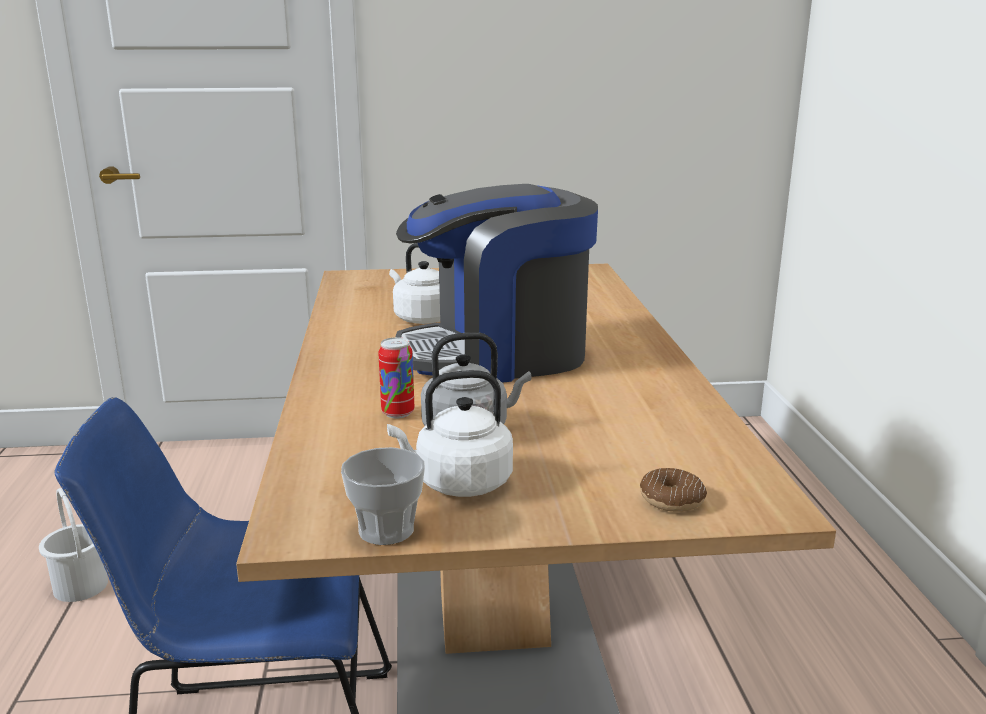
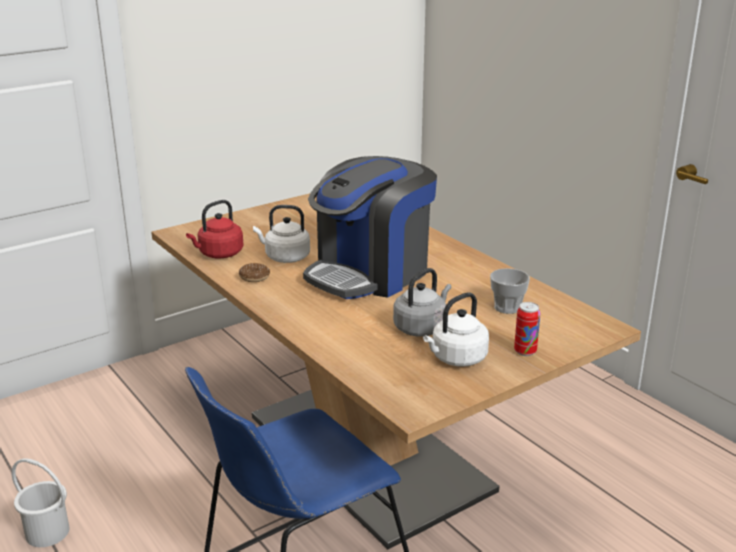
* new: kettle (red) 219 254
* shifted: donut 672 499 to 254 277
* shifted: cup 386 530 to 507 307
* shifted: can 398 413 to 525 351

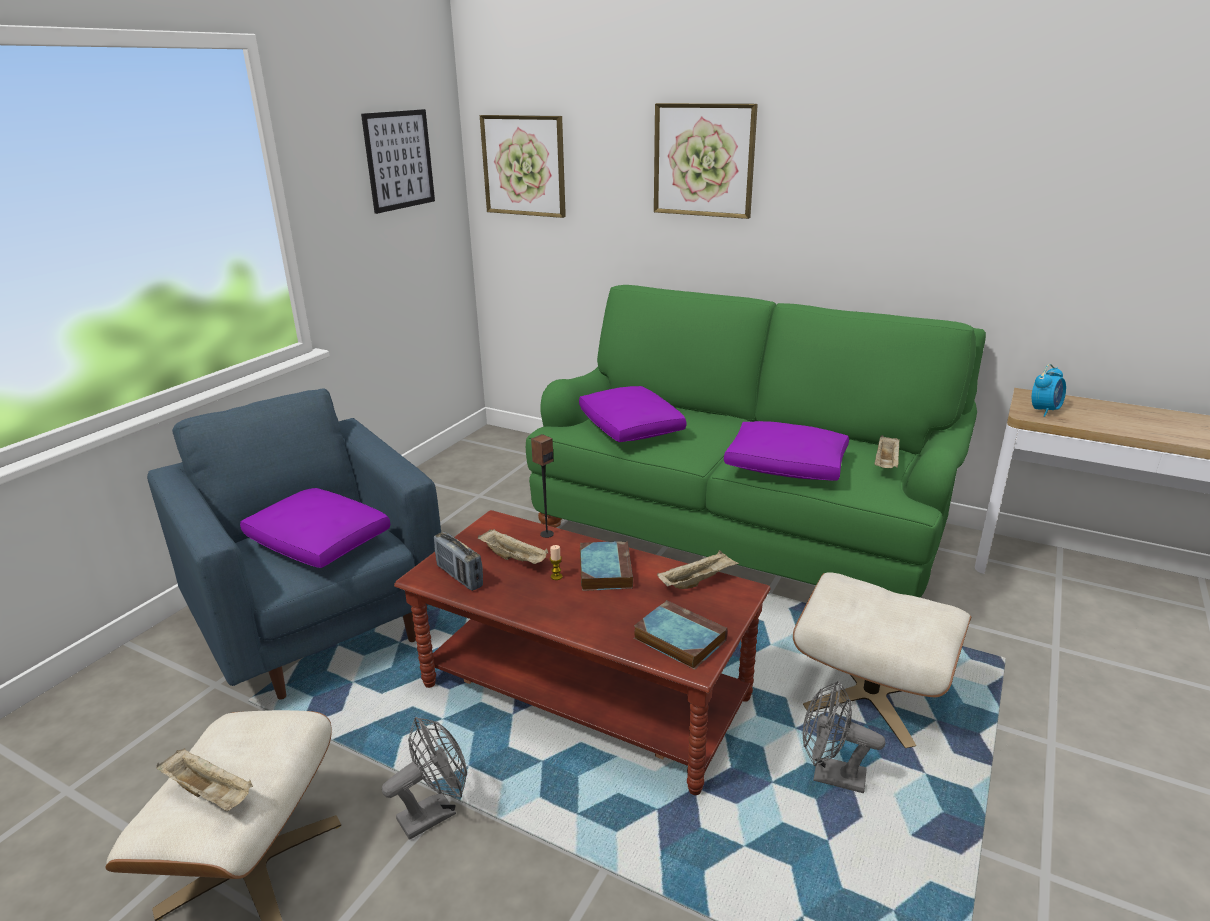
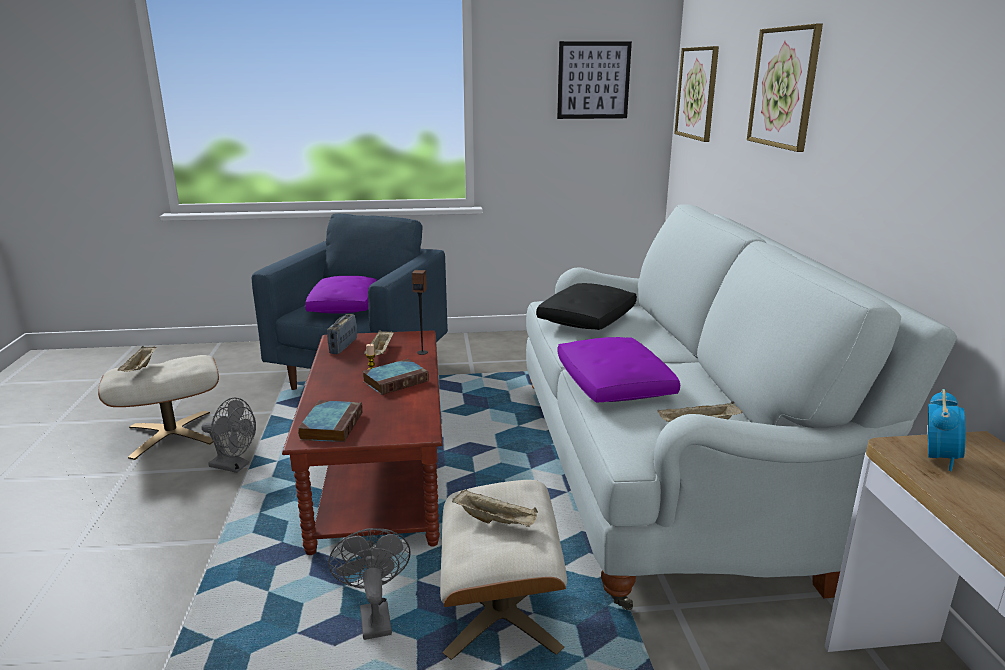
* shifted: tray (beige) 697 581 to 496 521
* repainted: sofa (green) 741 534 to sofa (white) 667 474
* repainted: pillow (purple) 631 428 to pillow (black) 586 320
* rotated: alarm clock 1044 411 = 938 458 75 degrees counterclockwise

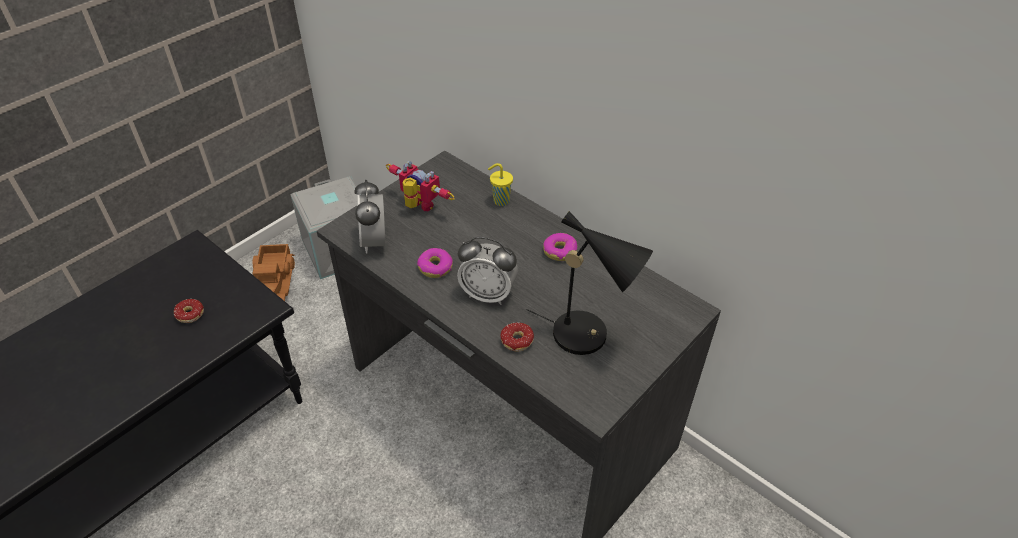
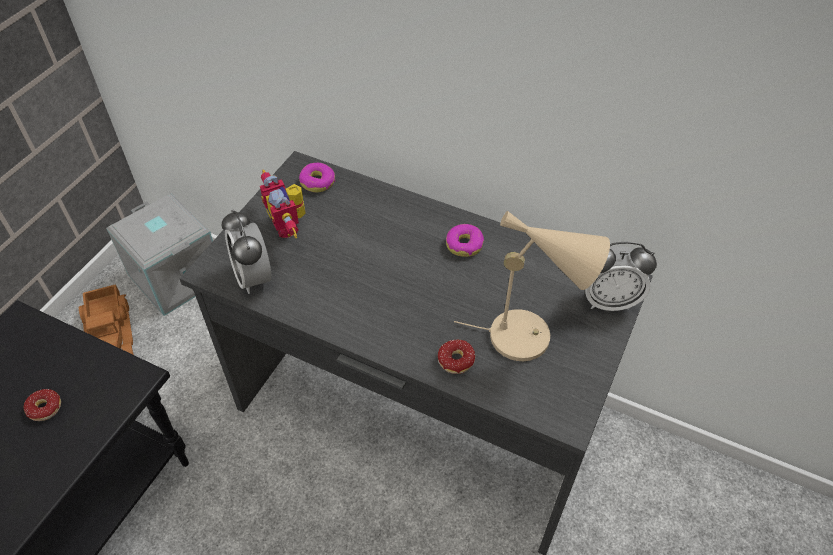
* rotated: toy robot 418 207 = 289 225 135 degrees counterclockwise
* shifted: donut 435 267 to 317 182
* repainted: table lamp (black) 588 336 to table lamp (beige) 530 336
* shifted: alarm clock 488 294 to 608 300
* gone: cup (yellow) 500 201

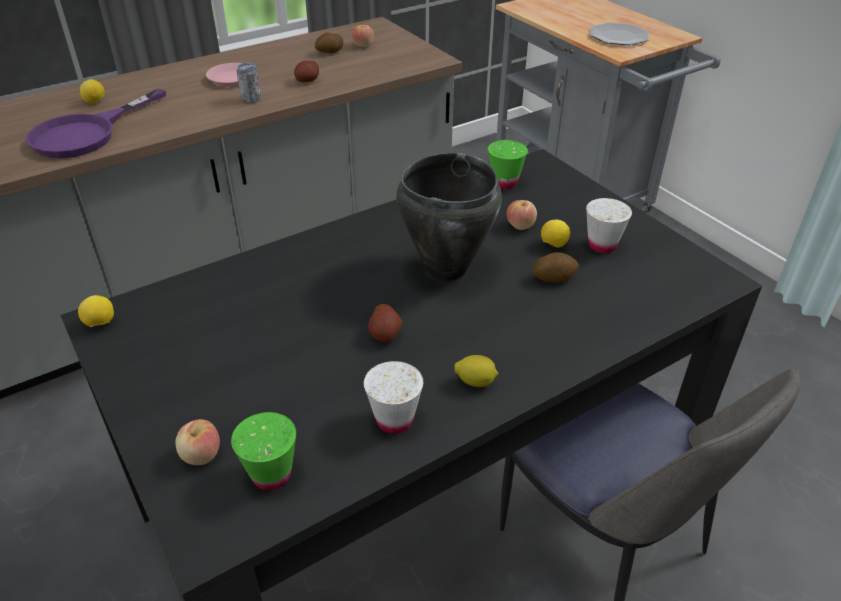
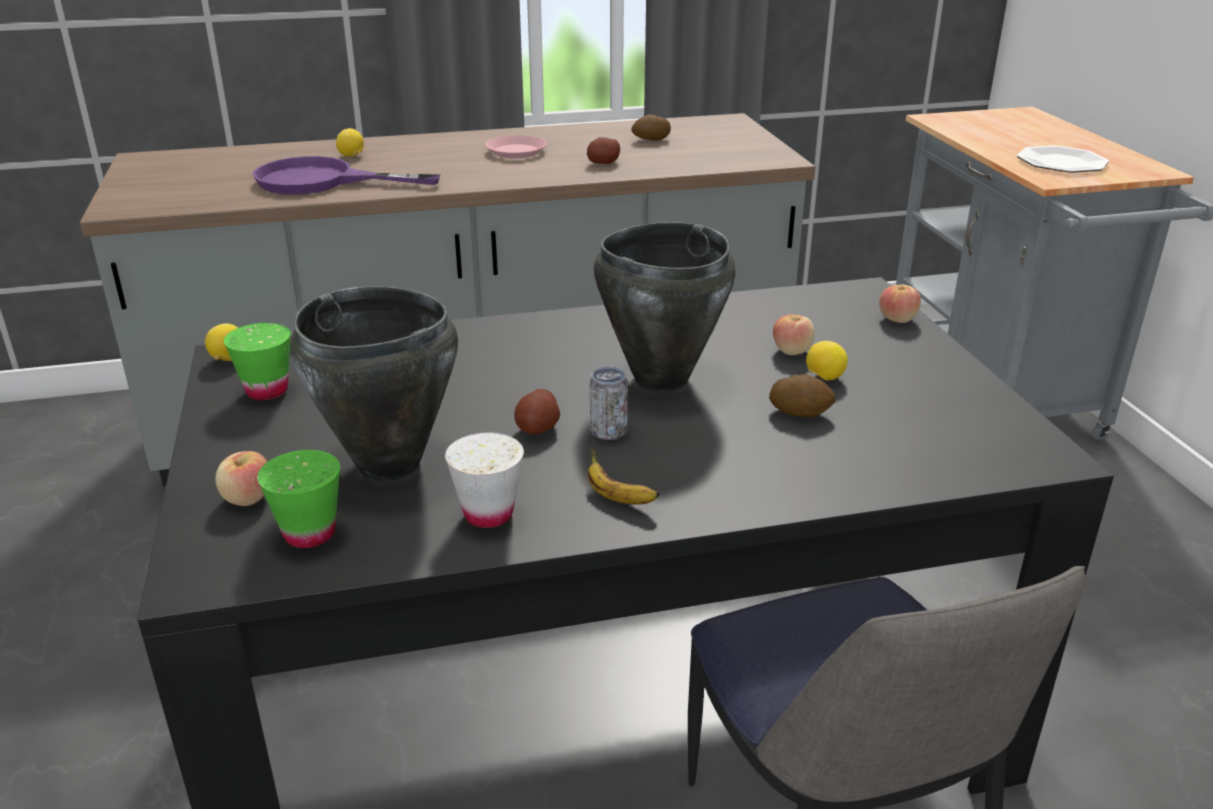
* shifted: cup (green) 504 183 to 267 391
* rotated: frying pan (purple) 86 133 = 322 181 45 degrees clockwise
* new: cooking pot (black) 389 465
* swapped: lemon 475 382 to banana 617 498
* shifted: can 251 99 to 608 431
* shifted: apple 362 45 to 897 319
* gone: cup (white) 602 245

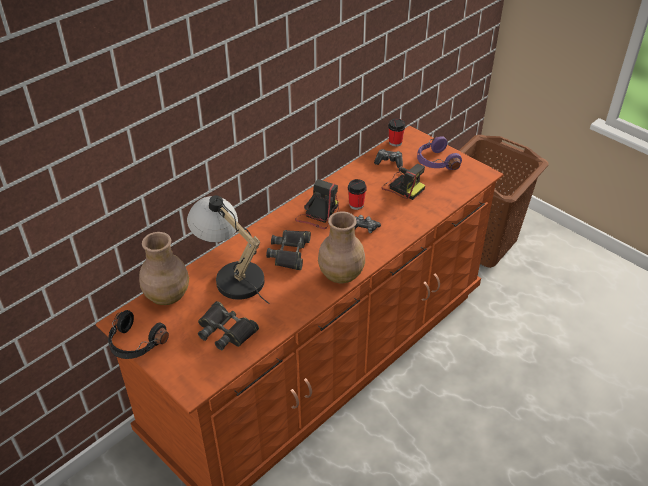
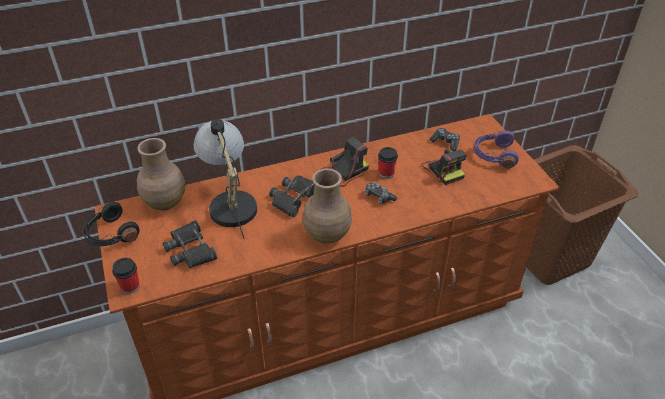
* shifted: cup 395 142 to 130 287

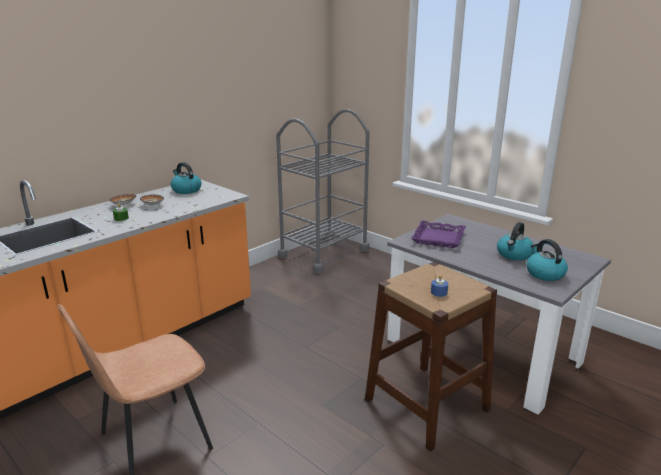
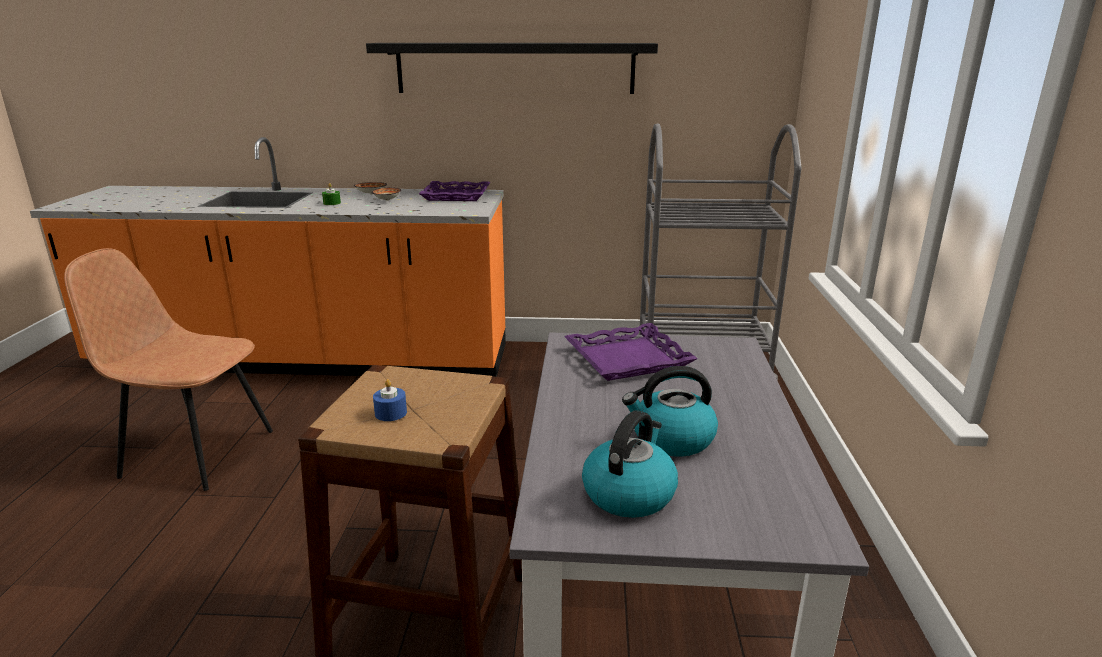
* new: shelf (black) 515 68
* swapped: kettle 186 190 to tray (purple) 455 196

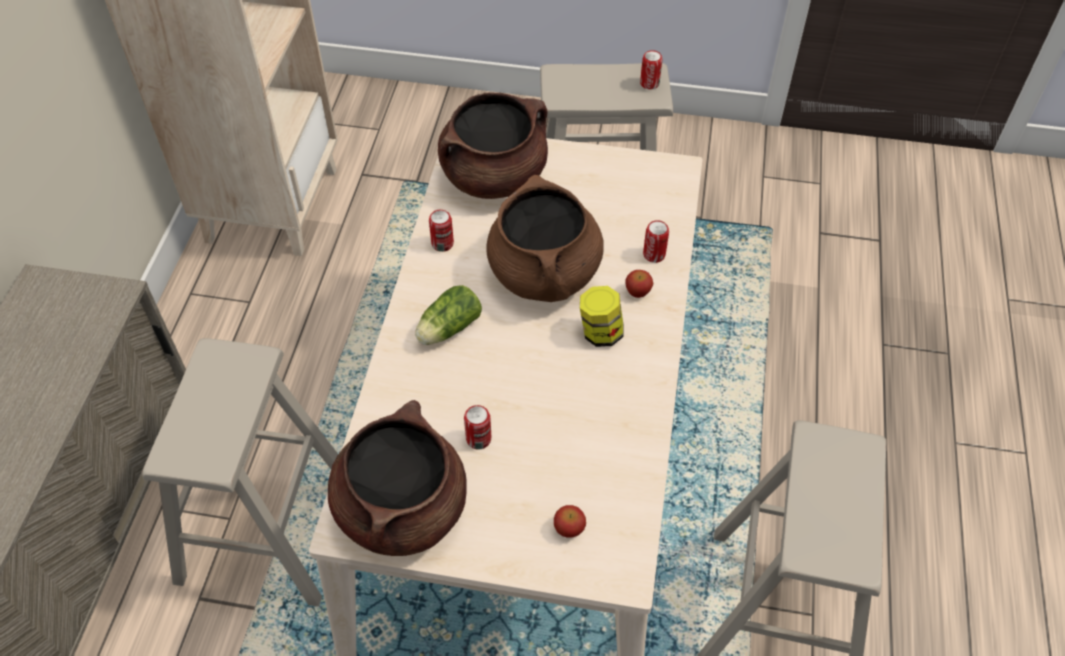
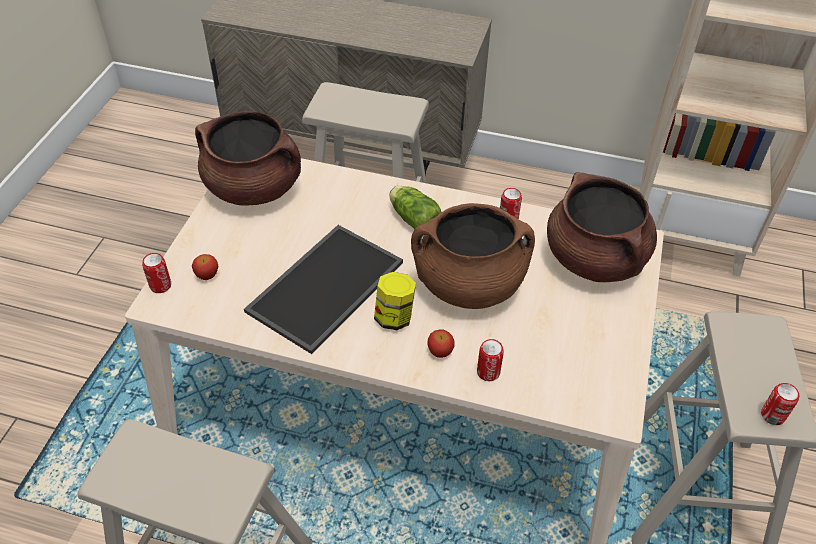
* shifted: can 478 439 to 160 285
* new: tray 325 284

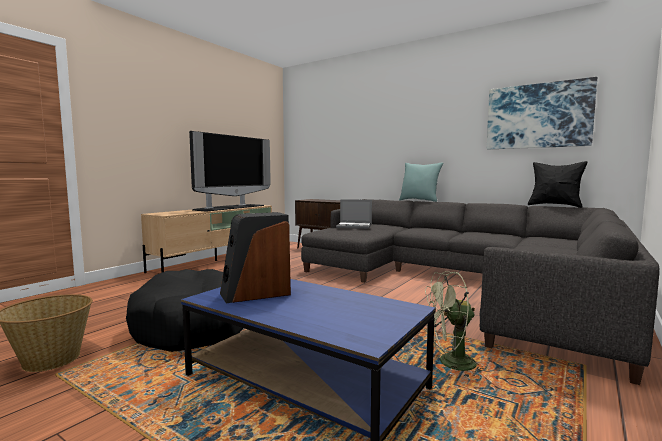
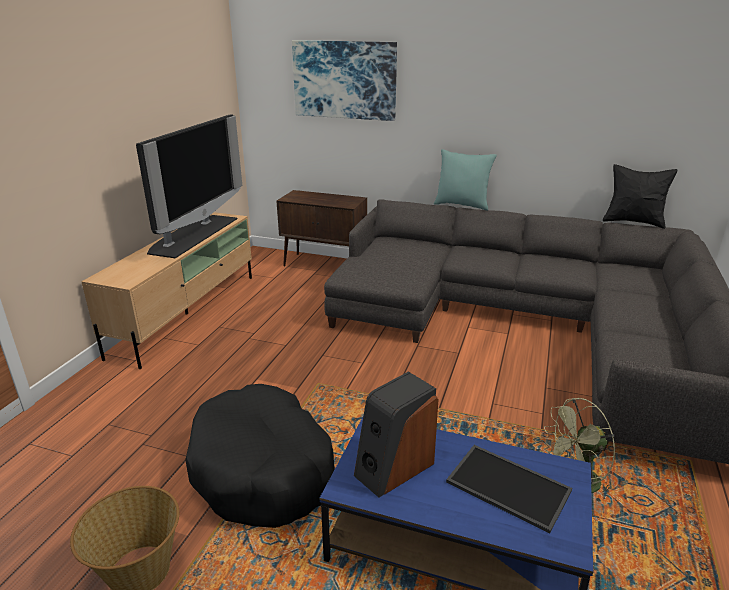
* shifted: picture 538 116 to 344 80
* new: tray 506 487
* gone: laptop 354 226

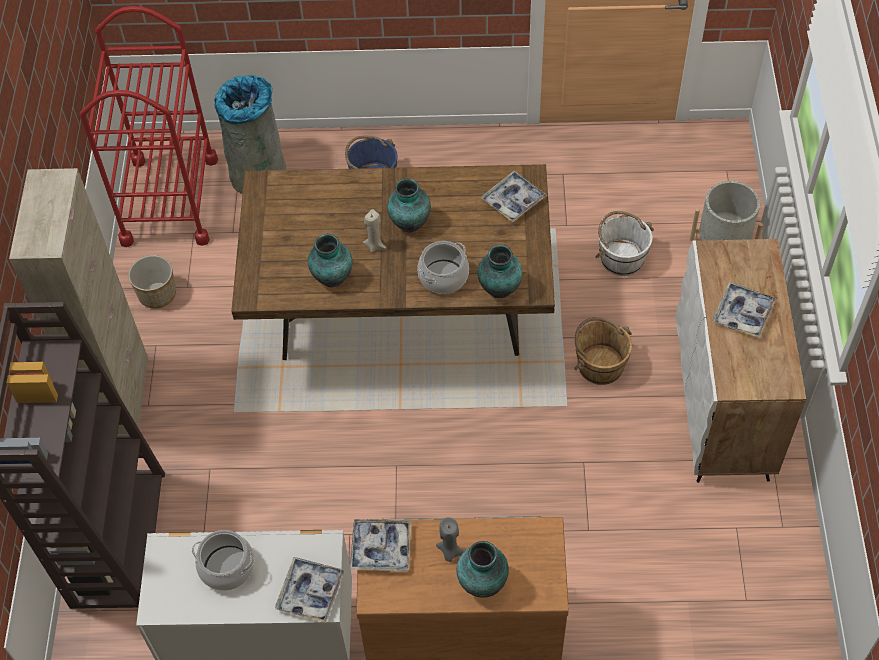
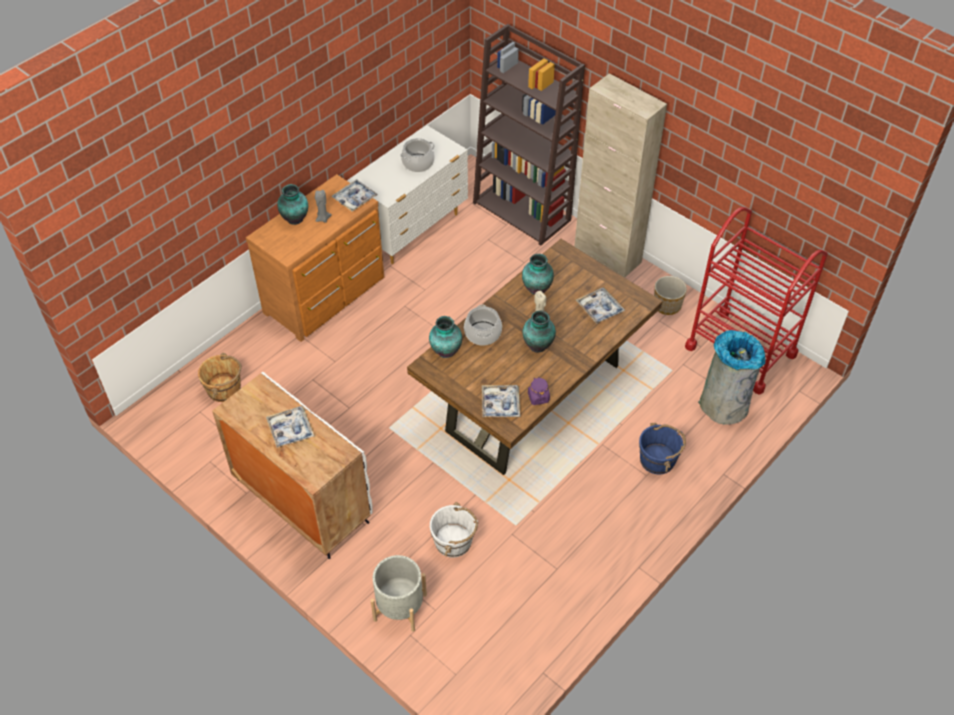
* shifted: bucket (brown) 600 365 to 224 389
* new: jar (purple) 538 397
* shifted: tray 310 592 to 599 308

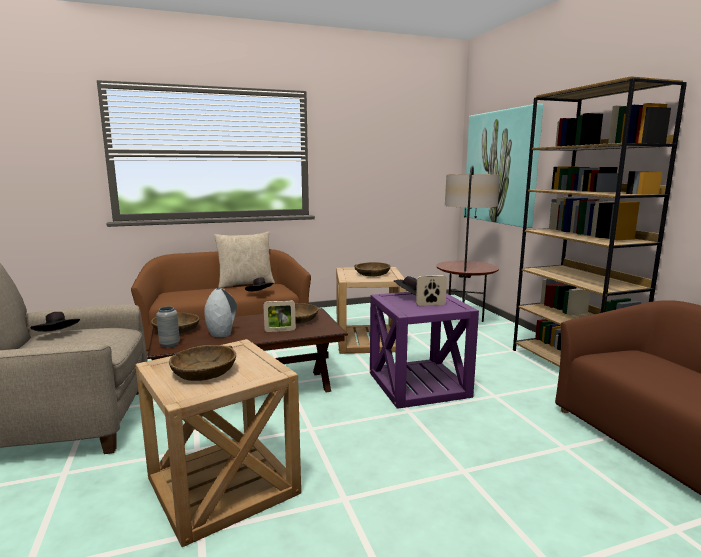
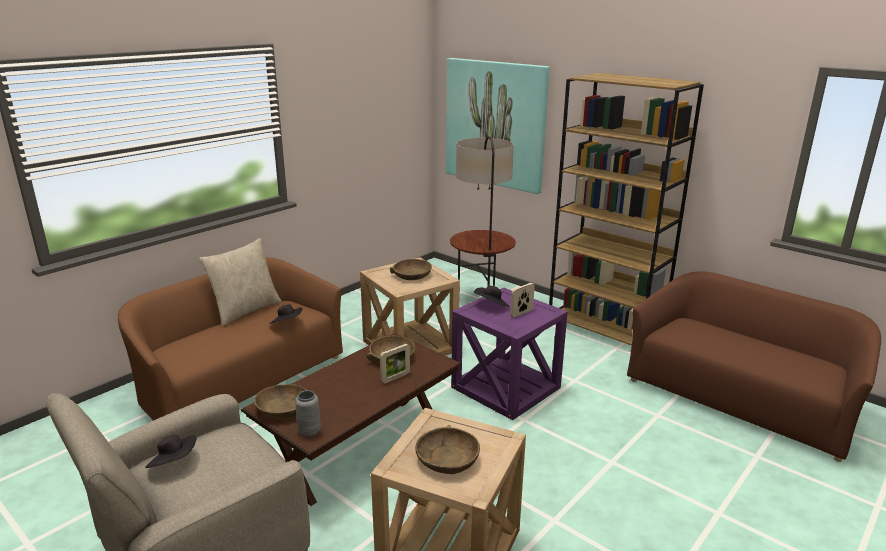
* gone: vase (grey) 221 333

